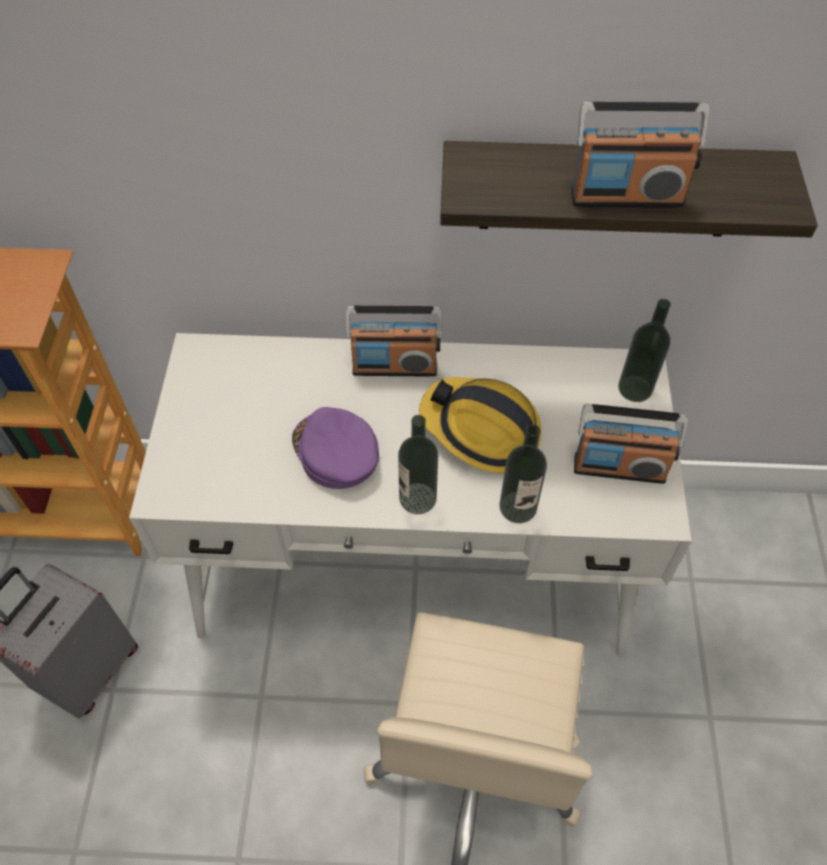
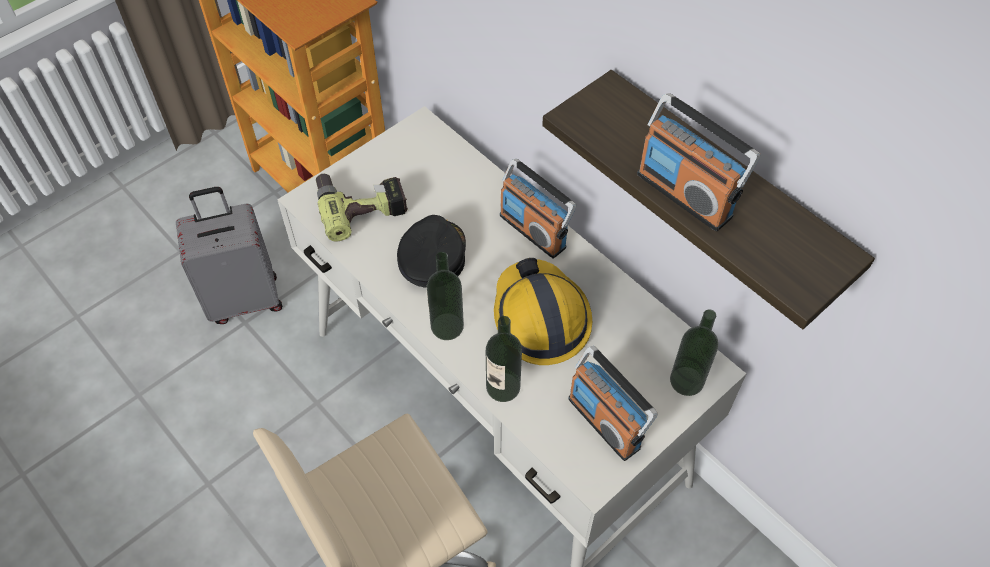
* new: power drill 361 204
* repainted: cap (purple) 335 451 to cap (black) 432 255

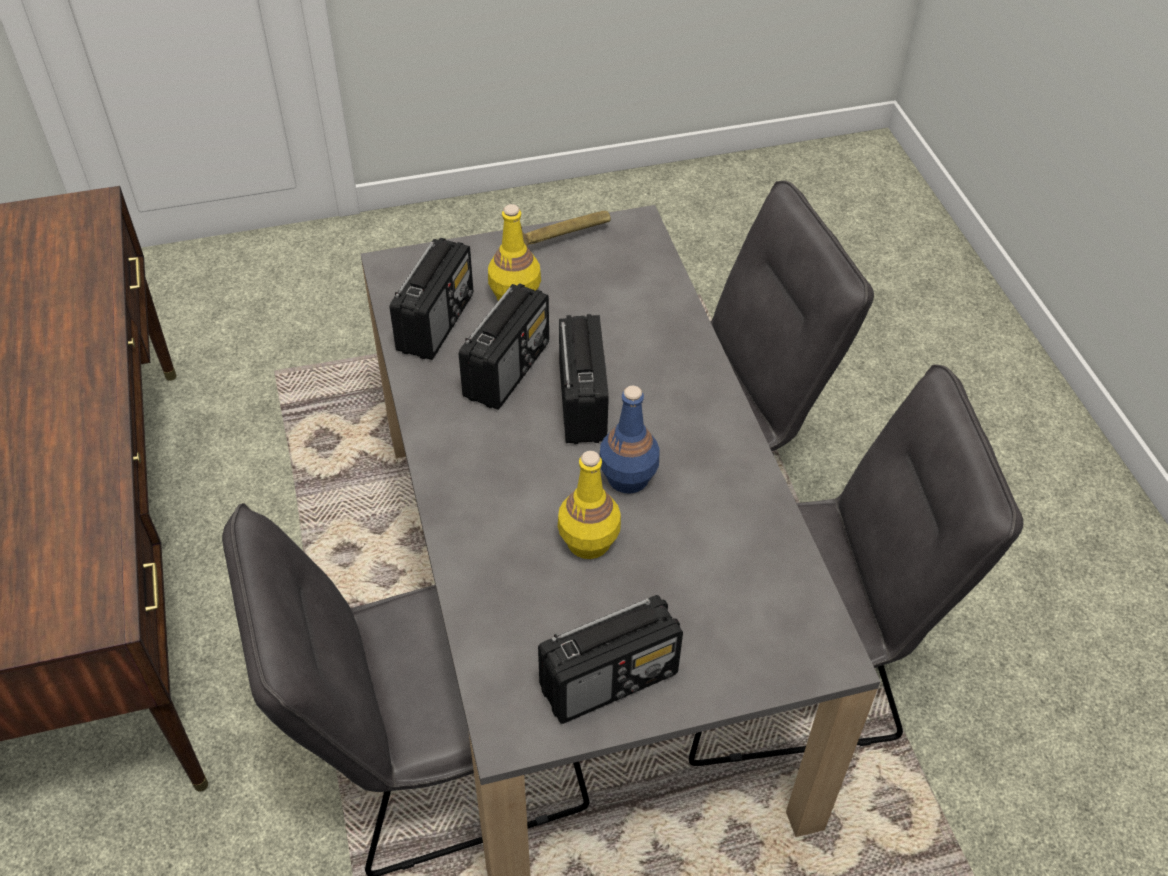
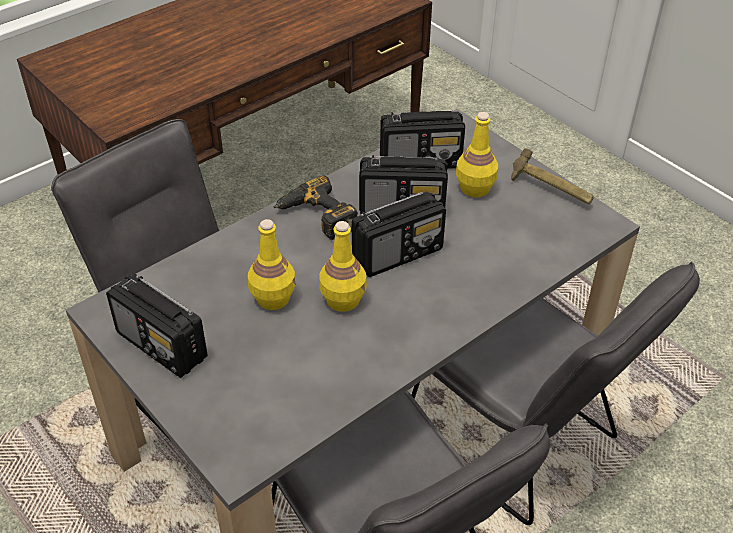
* new: power drill 315 217
* repainted: bottle (blue) 627 477 to bottle (yellow) 343 299

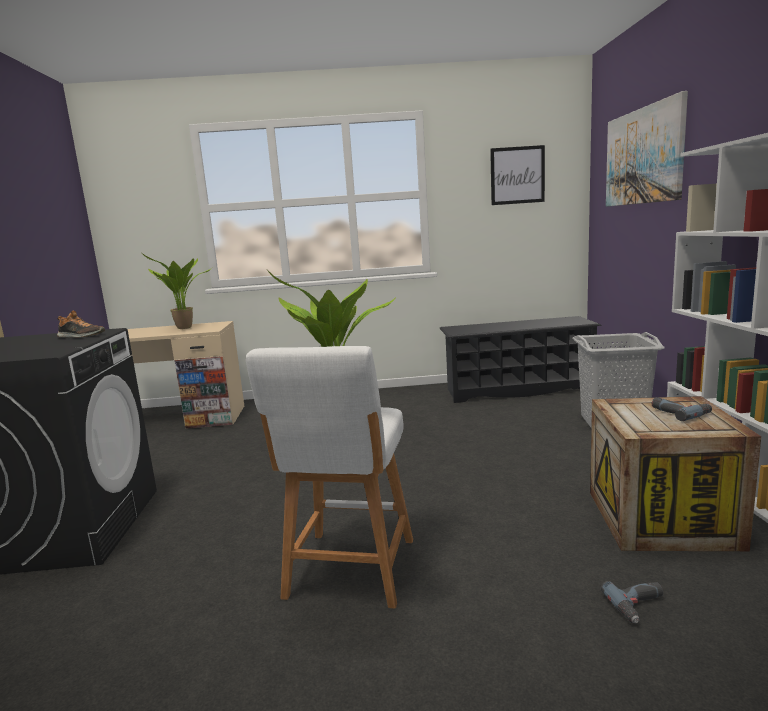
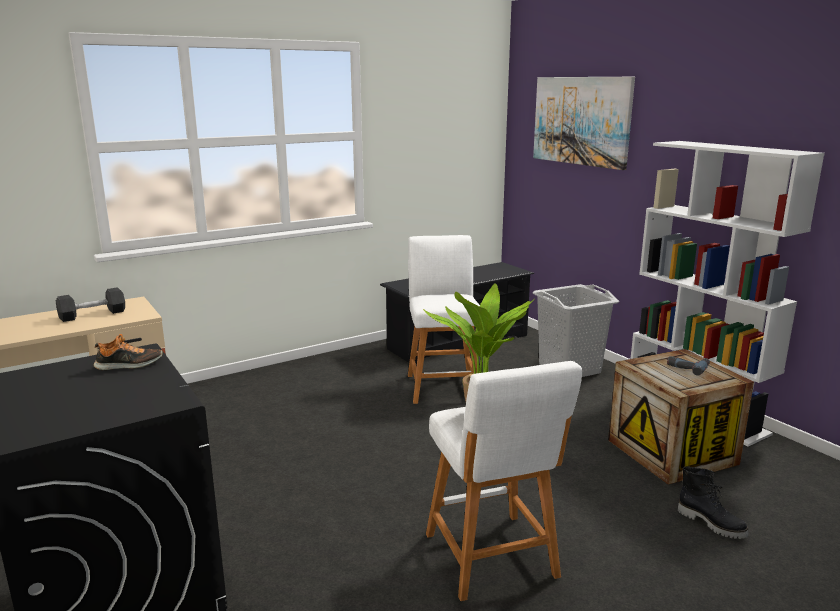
* swapped: potted plant 184 328 to dumbbell (grey) 92 315
* new: stool (white) 442 385
* swapped: power drill 639 606 to boot (black) 712 523
* gone: picture 517 175

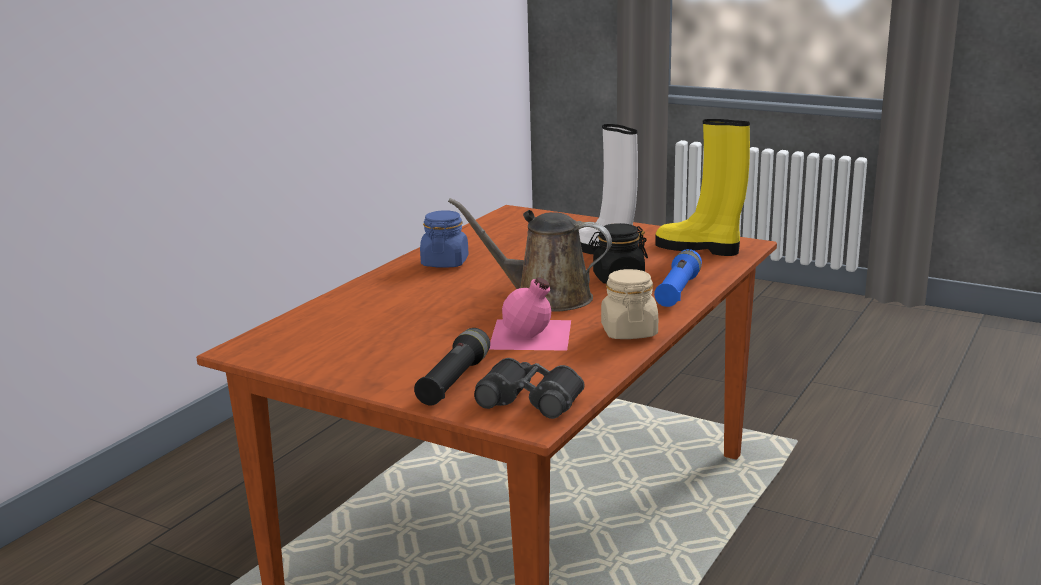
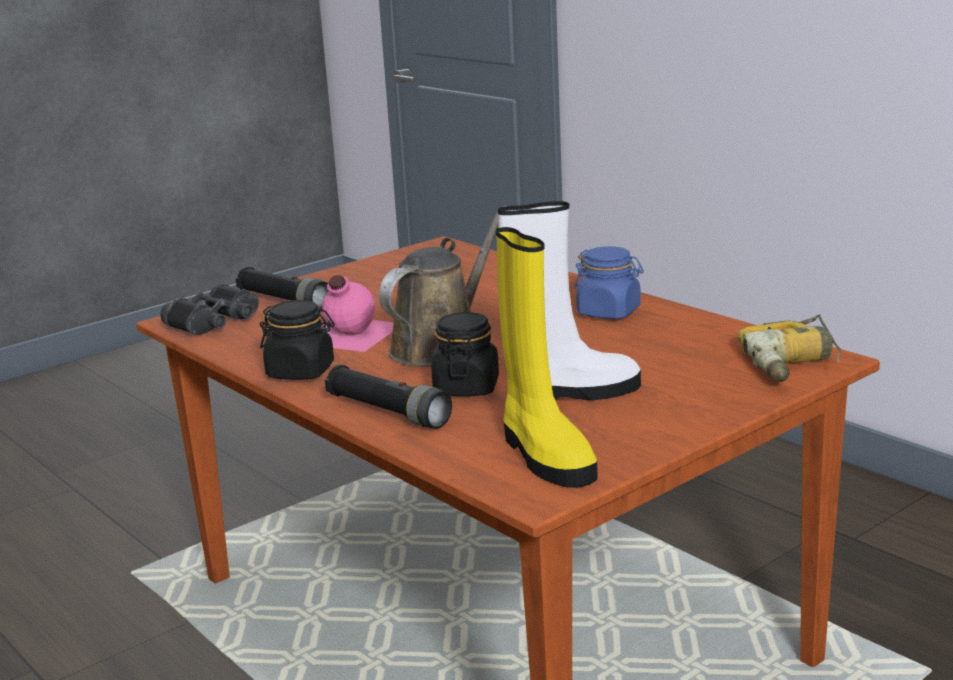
* repainted: jar (beige) 629 332 to jar (black) 301 372
* repainted: flashlight (blue) 677 291 to flashlight (black) 388 412
* rotated: boot (yellow) 699 248 = 544 456 105 degrees clockwise
* new: power drill 793 362

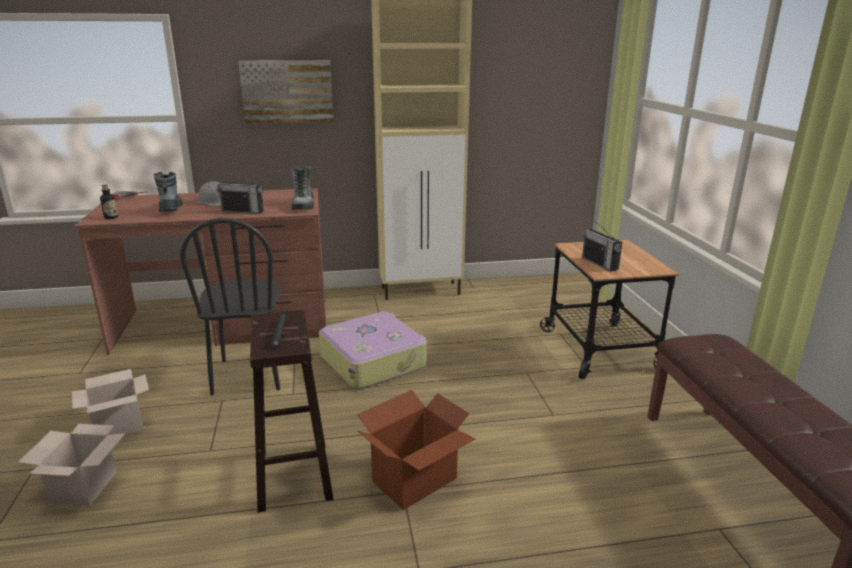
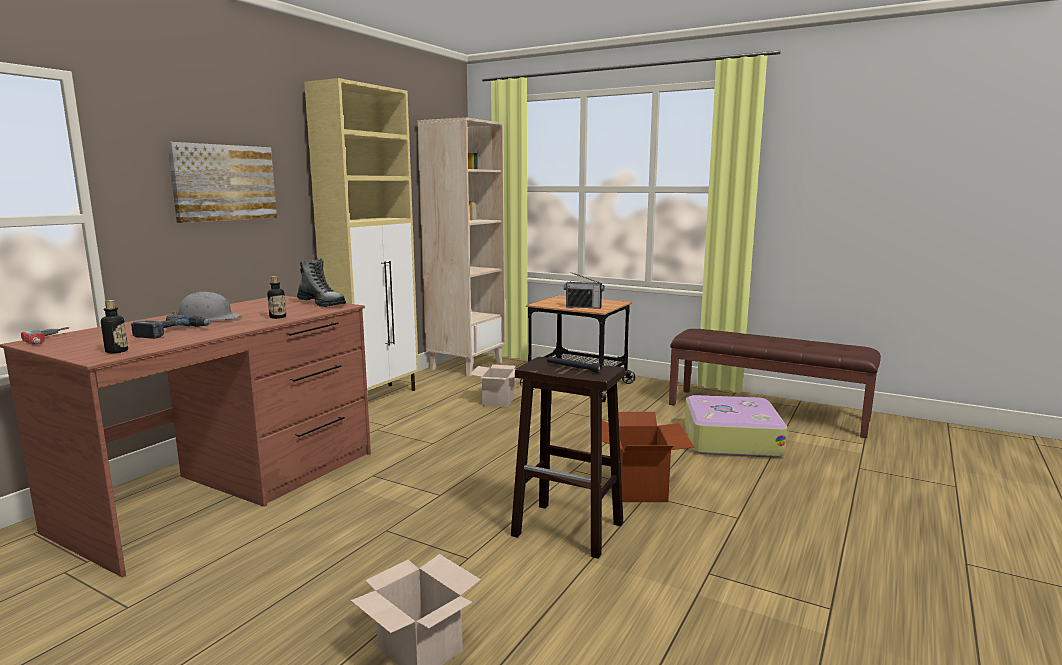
* swapped: boot 170 209 to power drill 172 332
* swapped: radio 243 211 to bottle 278 317
* new: bookcase (beige) 466 365
* shifted: cardboard box 120 425 to 498 400
* shifted: suitcase 373 361 to 730 439
* gone: chair (black) 249 375

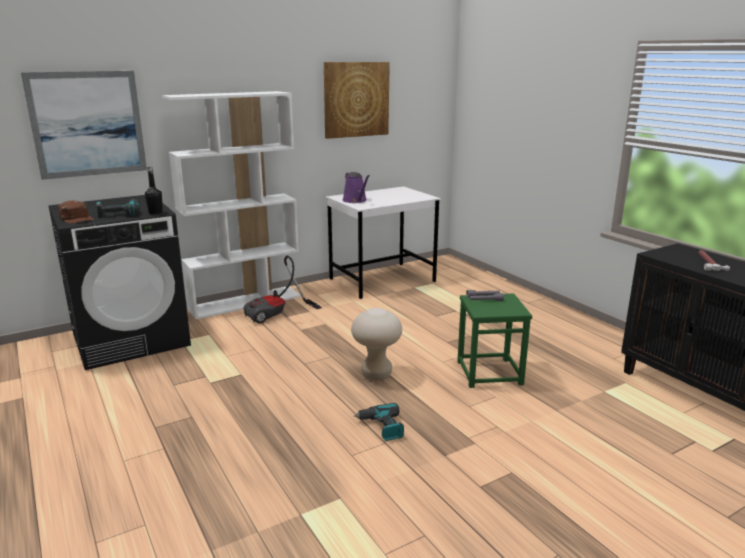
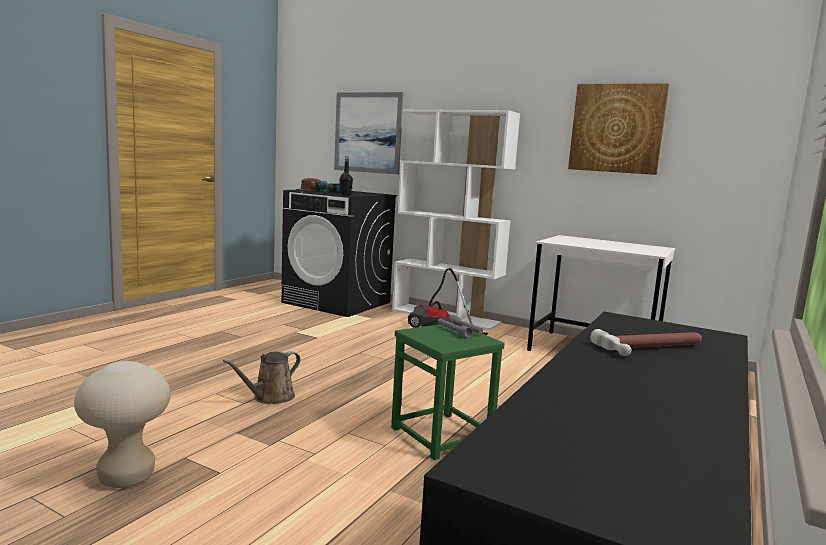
* shifted: stool (beige) 376 374 to 126 477
* swapped: power drill 382 427 to watering can (brown) 270 398
* gone: watering can (purple) 355 200

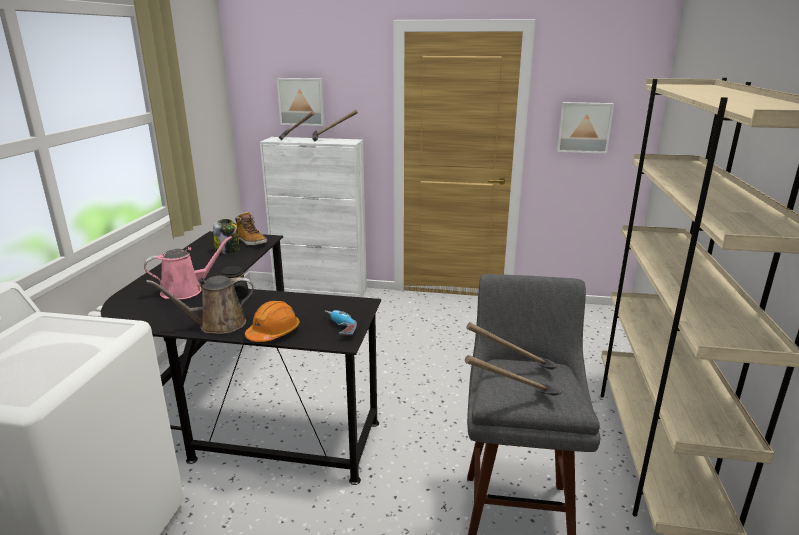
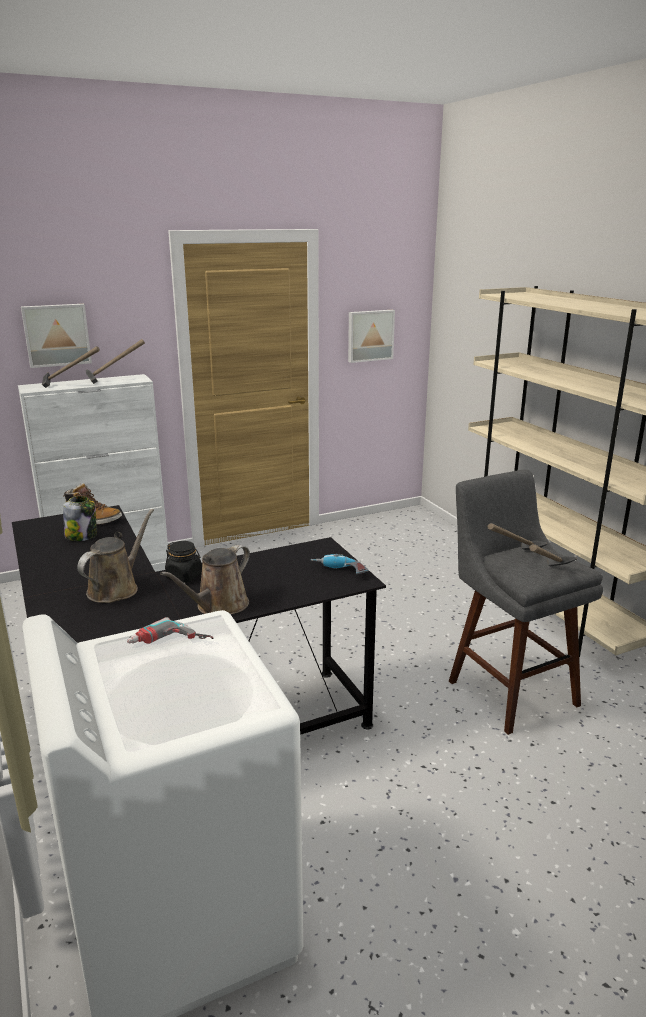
* repainted: watering can (pink) 186 290 to watering can (brown) 116 588
* new: power drill 169 644
* gone: hard hat (orange) 273 333

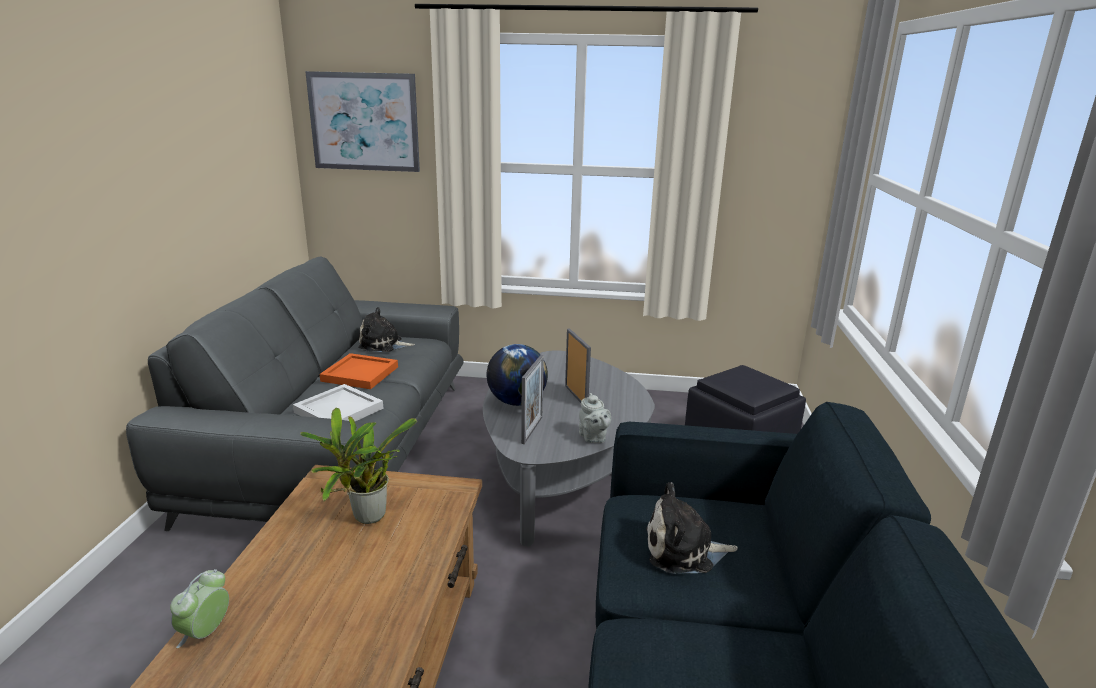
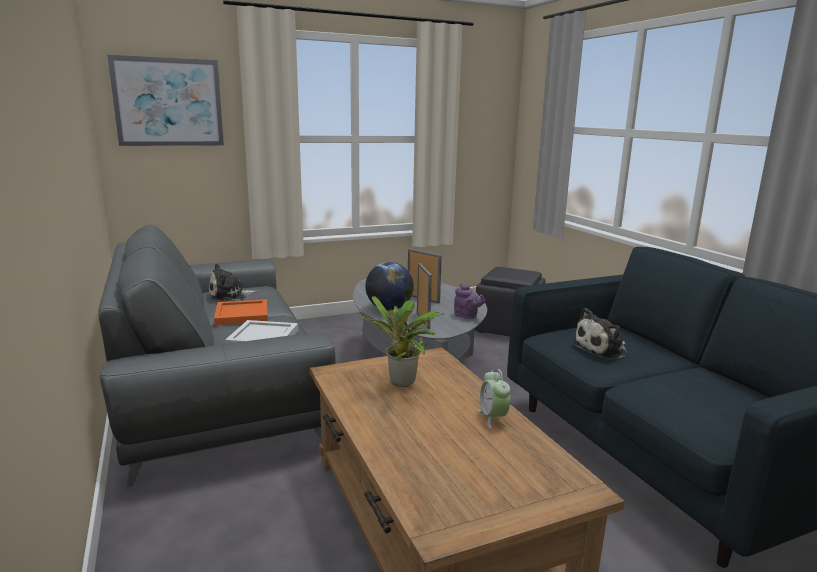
* repainted: teapot (grey) 593 438 to teapot (purple) 467 316
* shifted: alarm clock 206 633 to 493 418

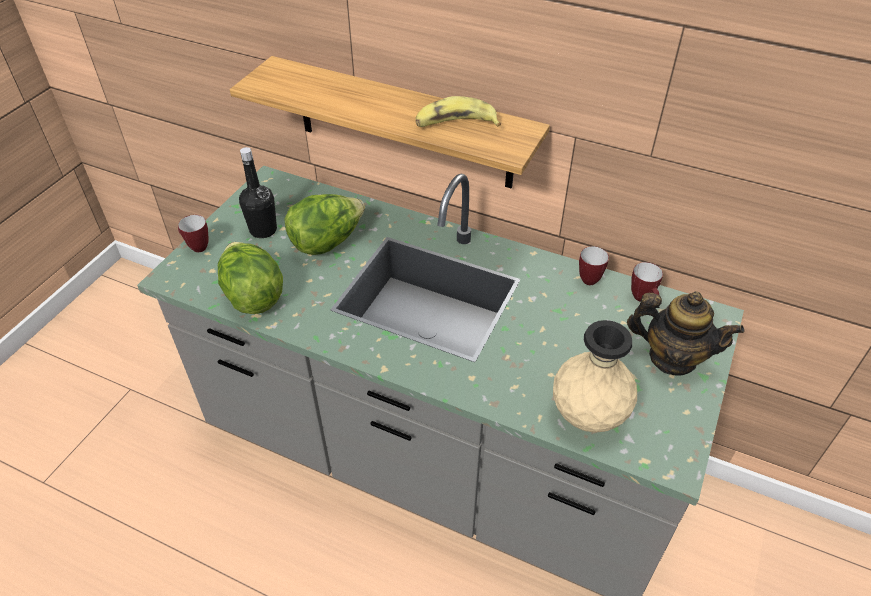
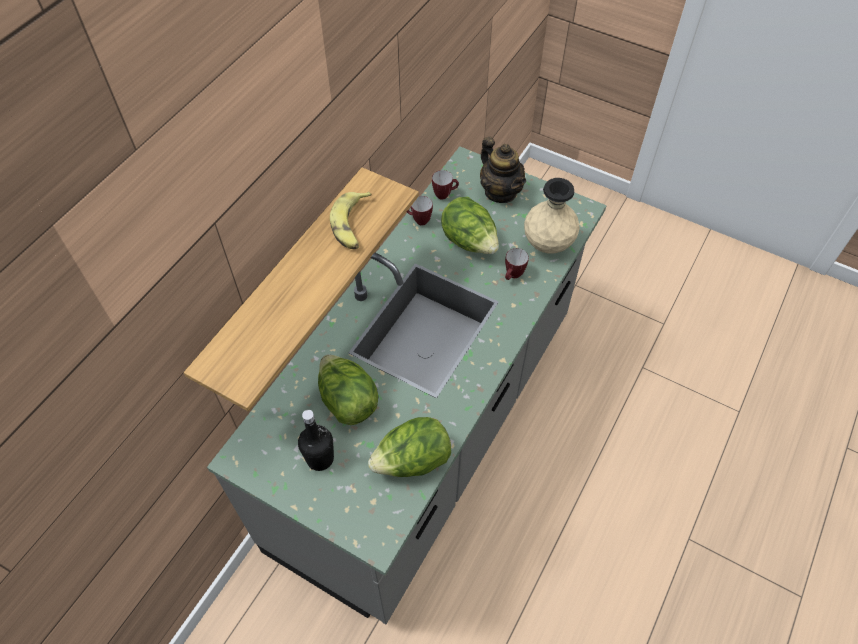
* new: lettuce 470 242
* rotated: teapot 672 358 = 500 192 120 degrees clockwise
* shifted: mug 196 247 to 513 276

